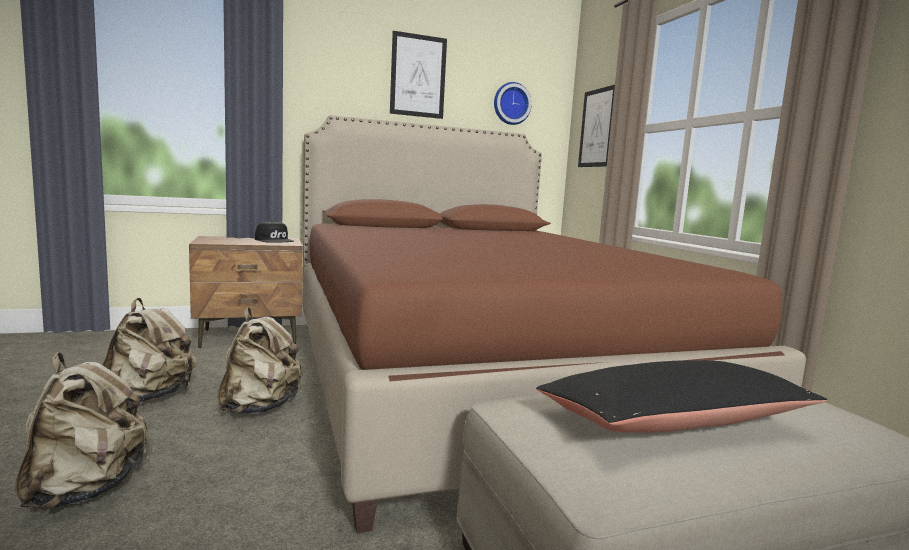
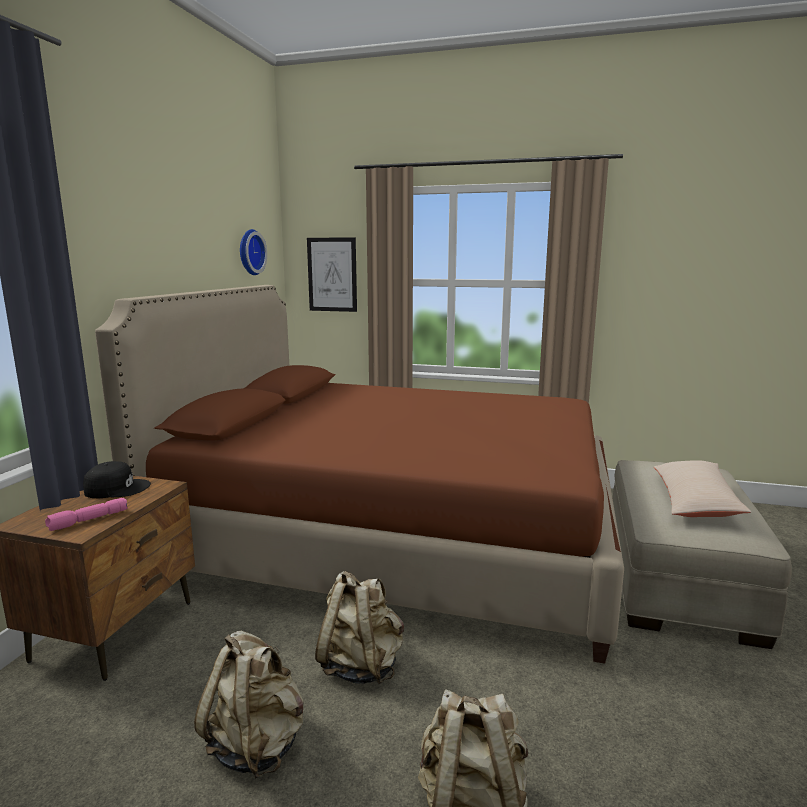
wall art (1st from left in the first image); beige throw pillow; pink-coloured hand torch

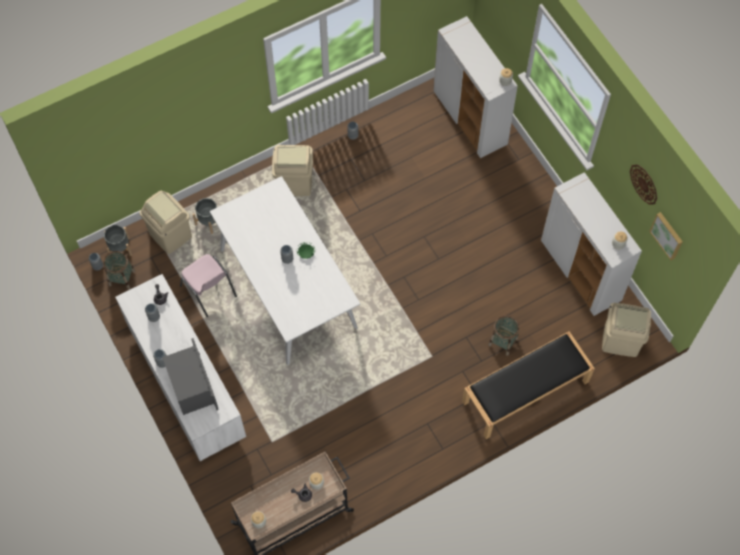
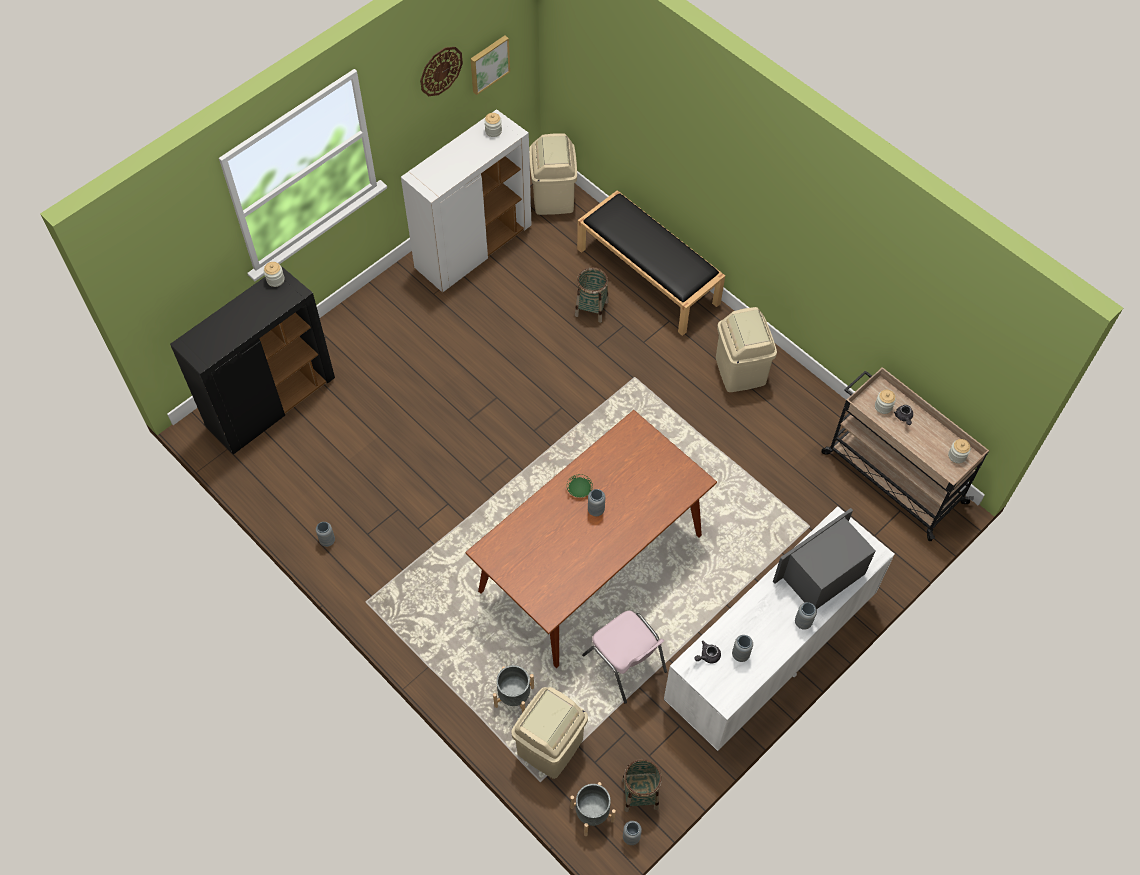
black-coloured cupboard; beige trash can (3rd from left); brownish kitchen table; pink-coloured upright chair

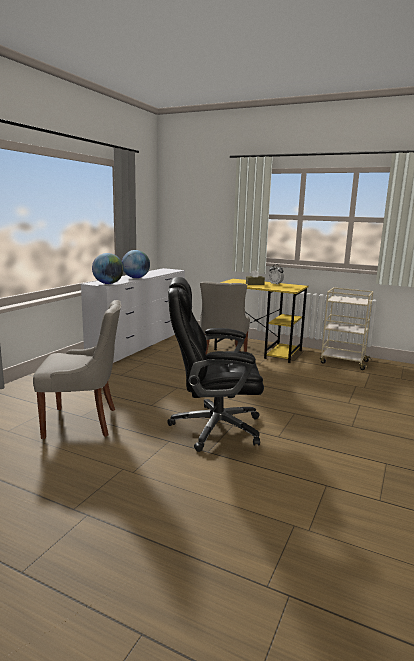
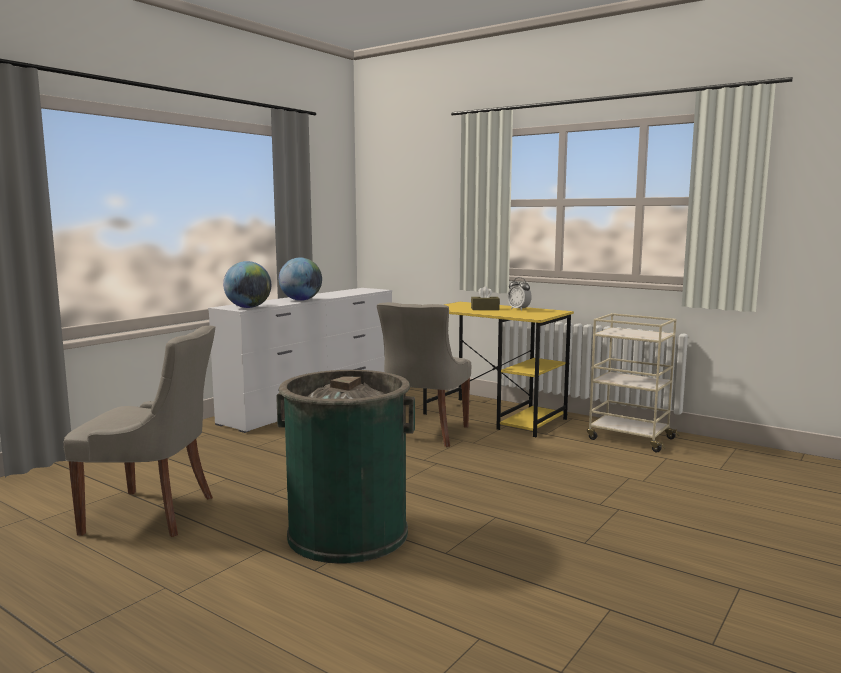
green trash can

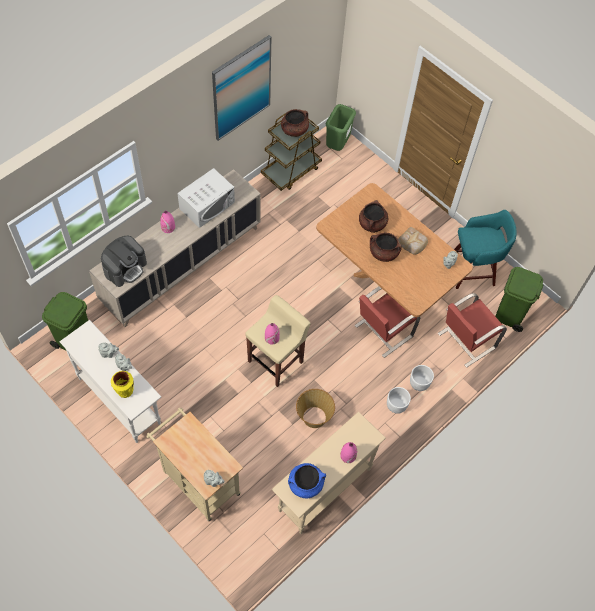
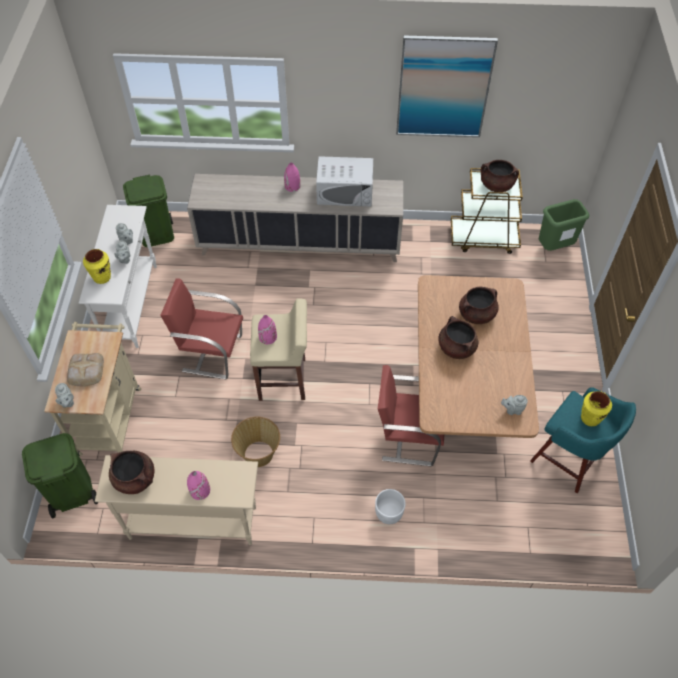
bakery bread; coffee brewer; green trash can (1st from left); red-coloured upright chair (1st from left); white planter (1st from left in the first image); brownish stockpot (1st from left); yellow-coloured decorative vase (2nd from left)

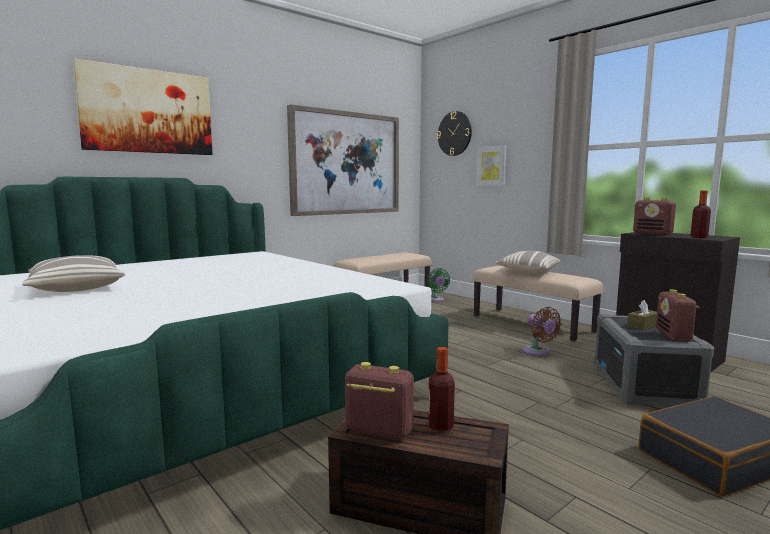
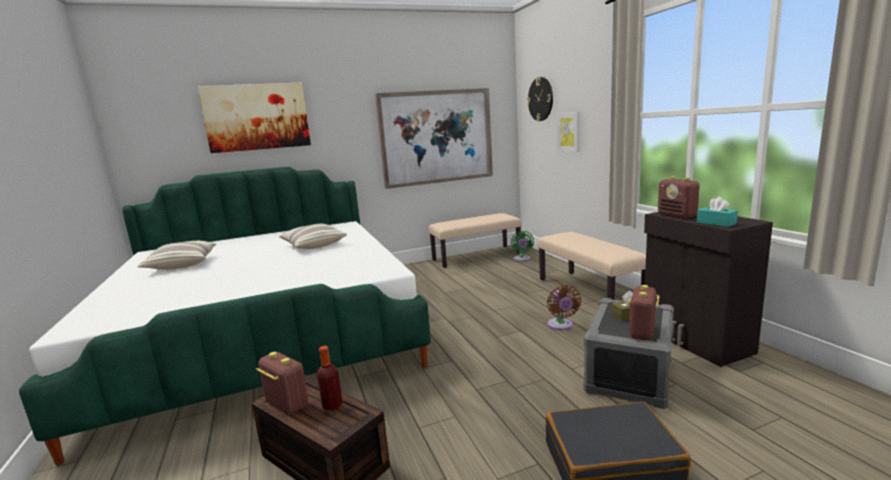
blue-green box of tissues; throw pillow (2nd from left)

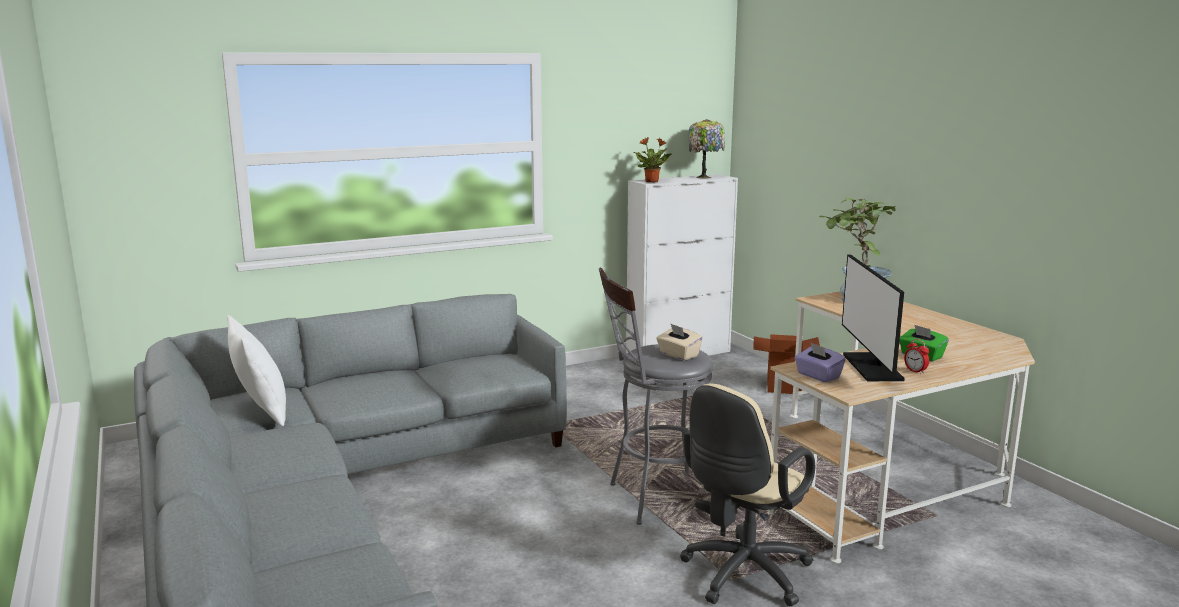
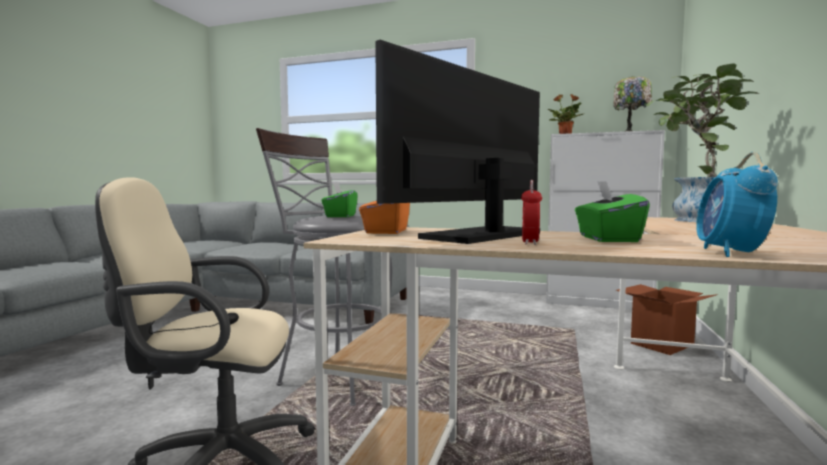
white throw pillow; green box of tissues (1st from left); orangey box of tissues; table clock (2nd from left)

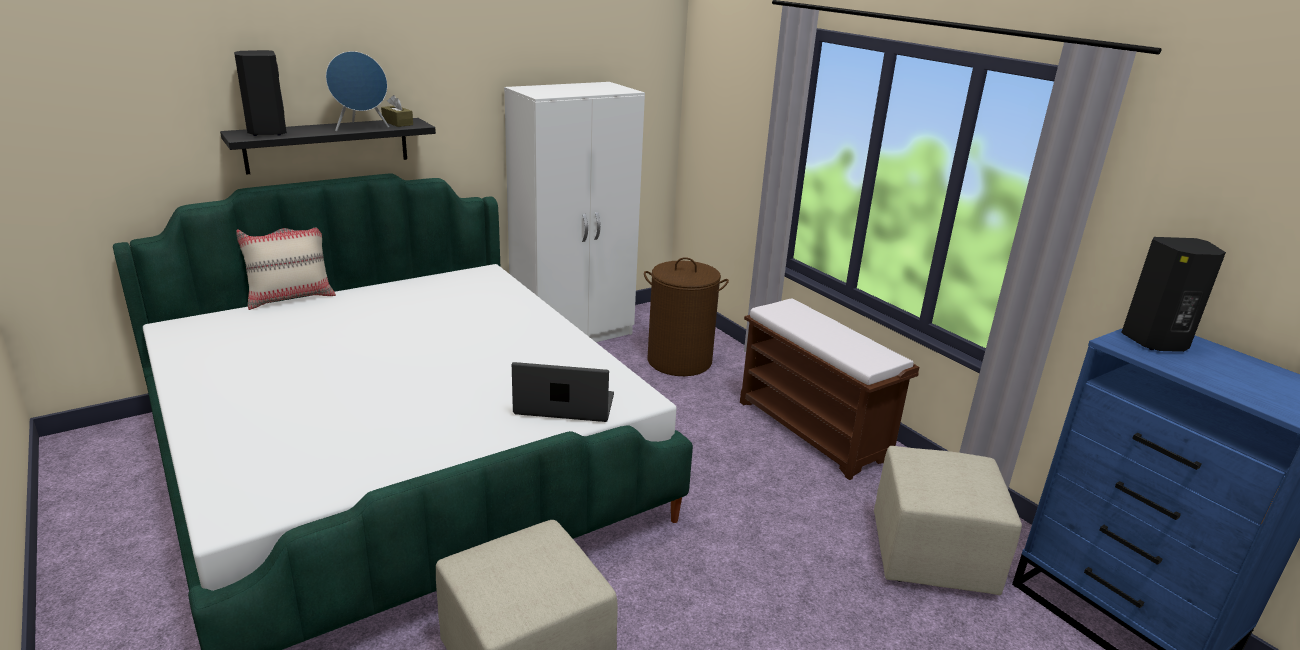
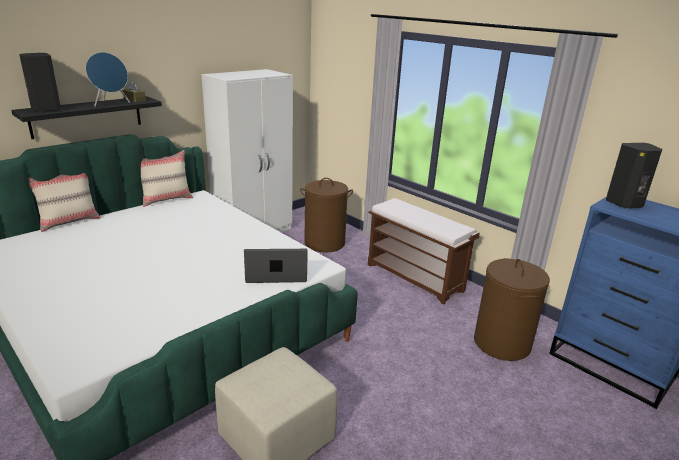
brownish washing basket (2nd from left); beige throw pillow (2nd from left)

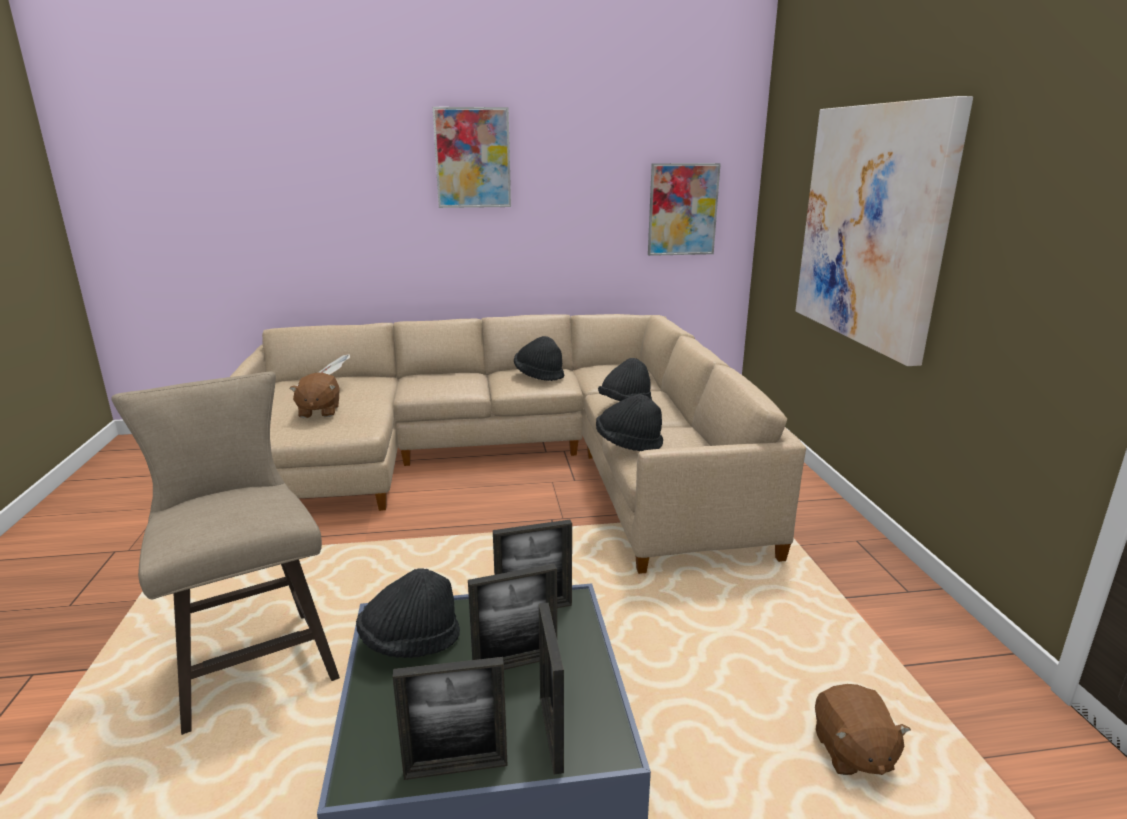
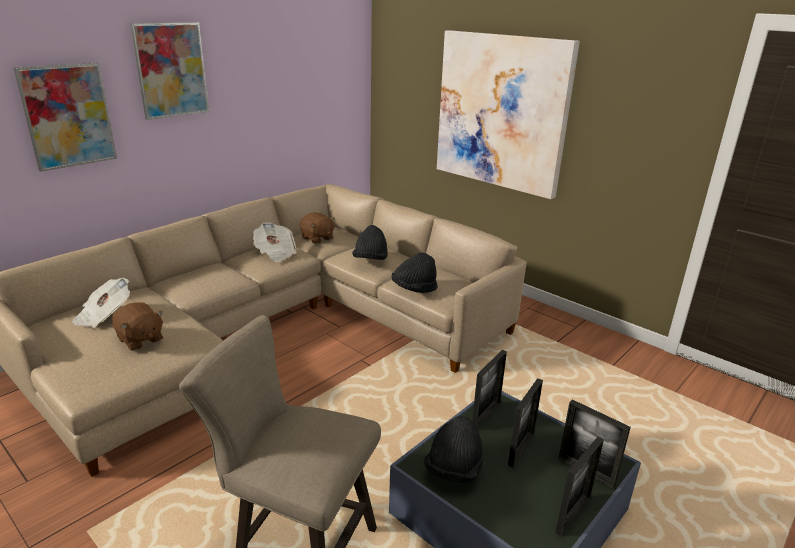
wall art (1st from left); newspaper (2nd from left); brownish plush toy (2nd from left)

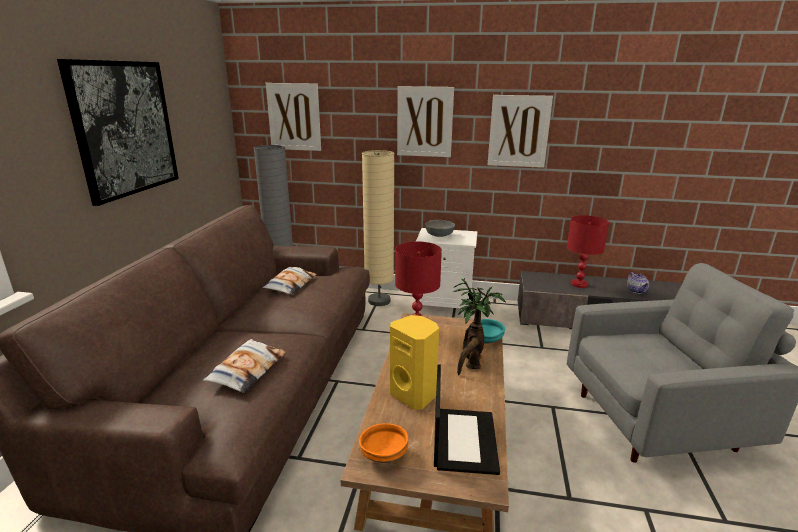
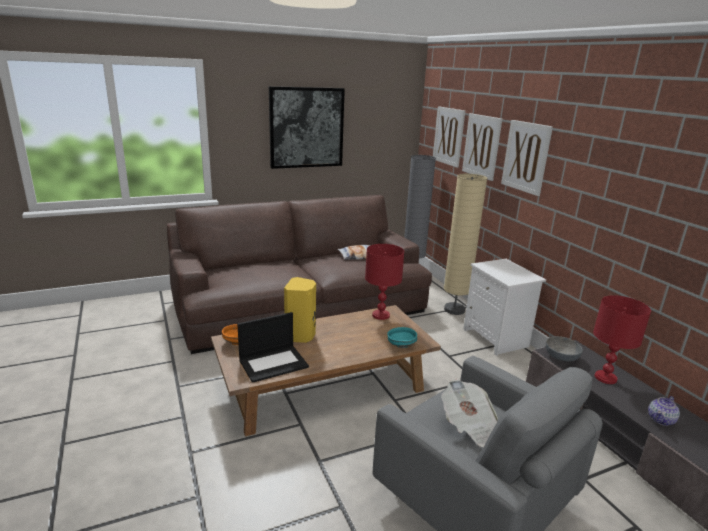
wall art (3rd from left); greyish serving bowl; potted plant; throw pillow (1st from left in the first image); newspaper

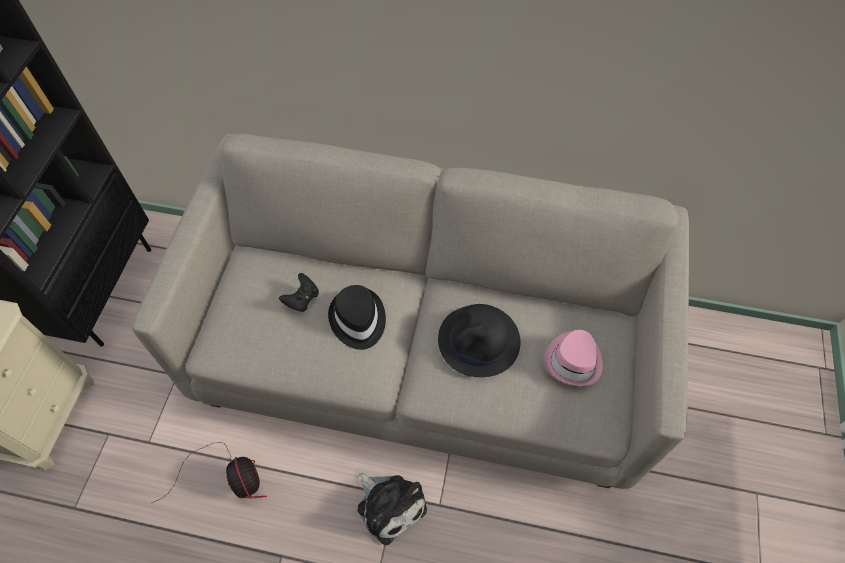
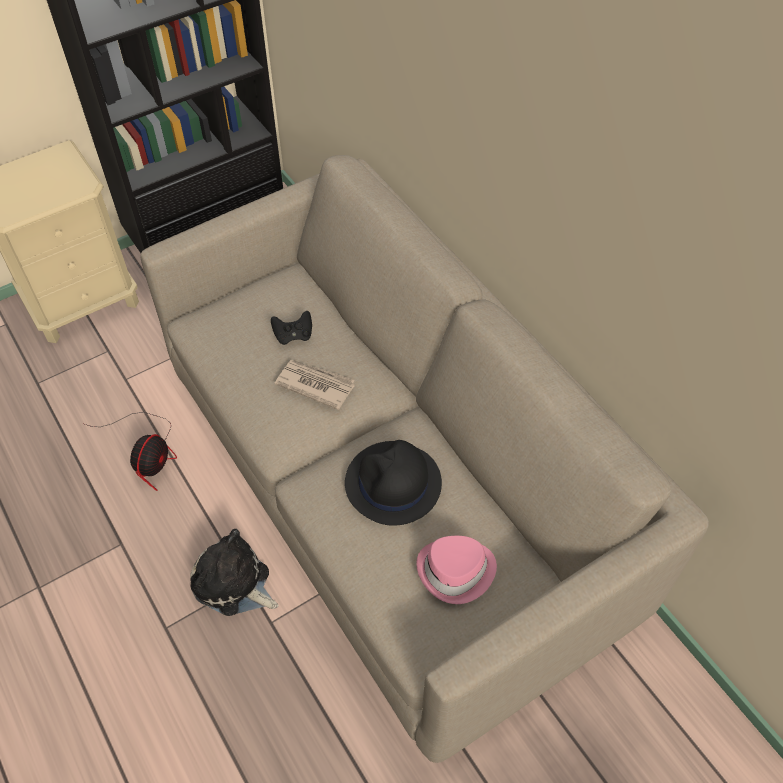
newspaper; plush toy

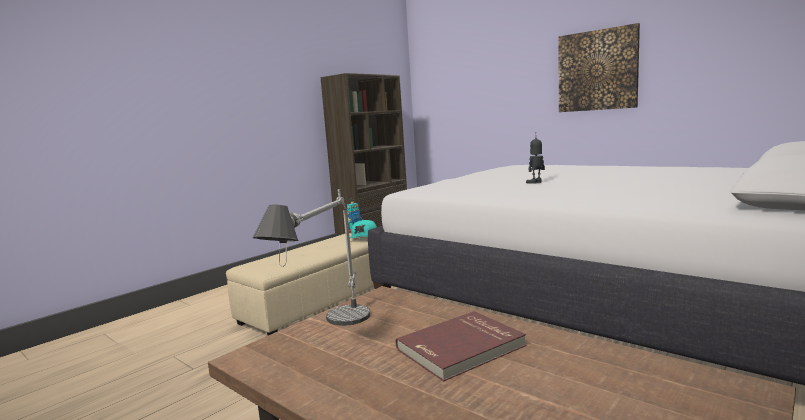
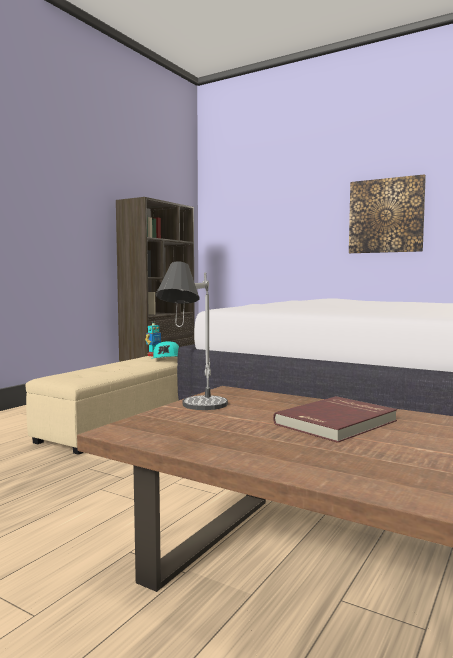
toy robot (2nd from left in the first image)

